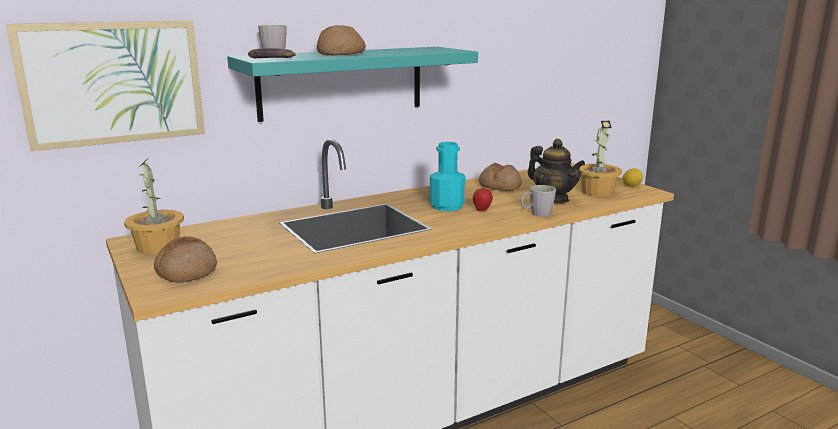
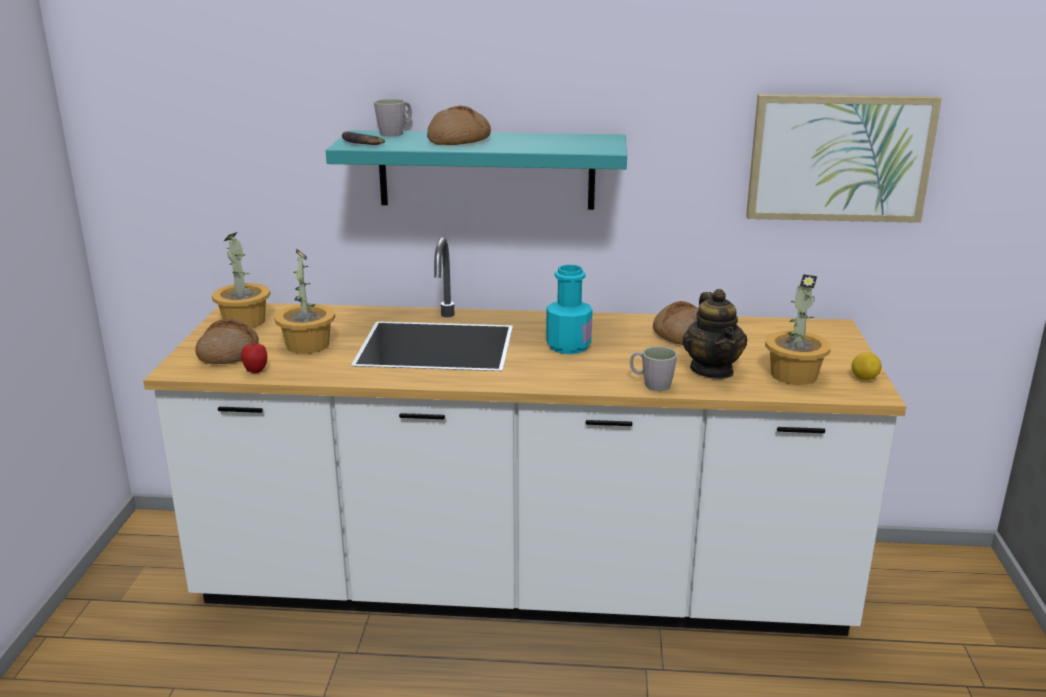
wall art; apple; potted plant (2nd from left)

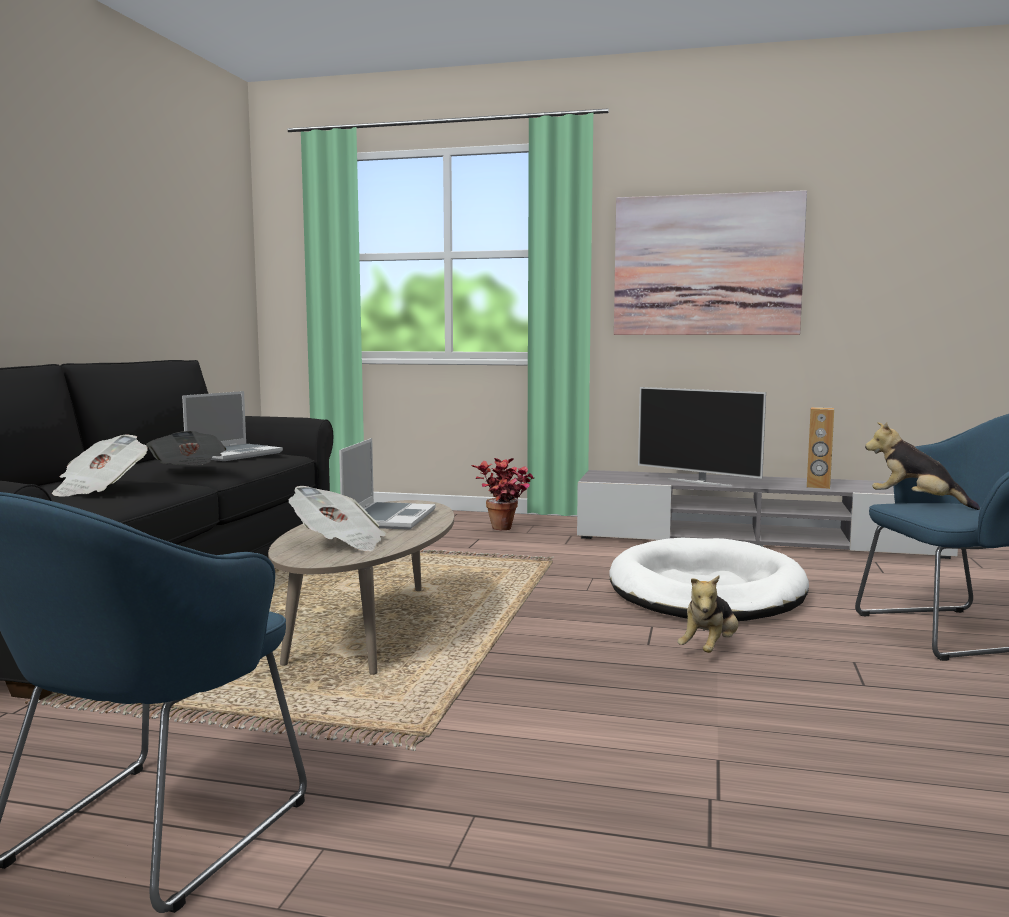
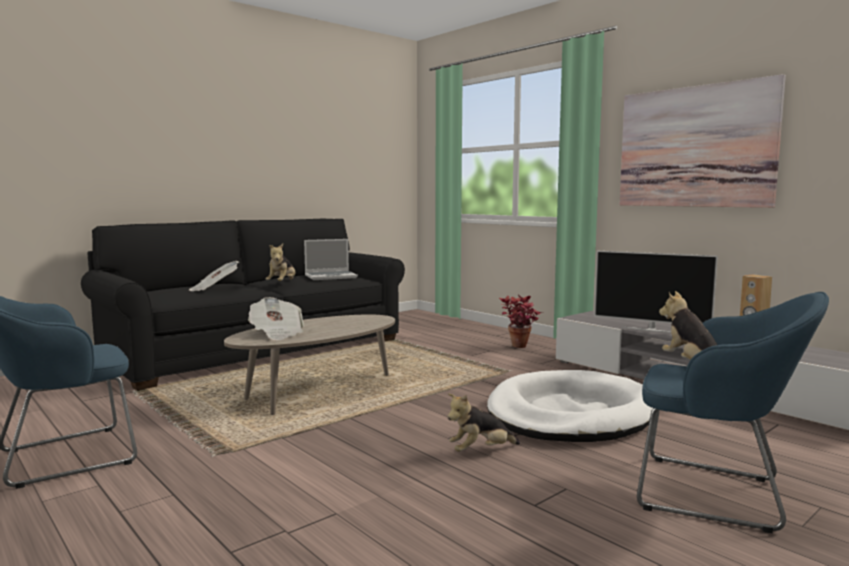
television; plush toy (1st from left); portable computer (2nd from left in the first image)

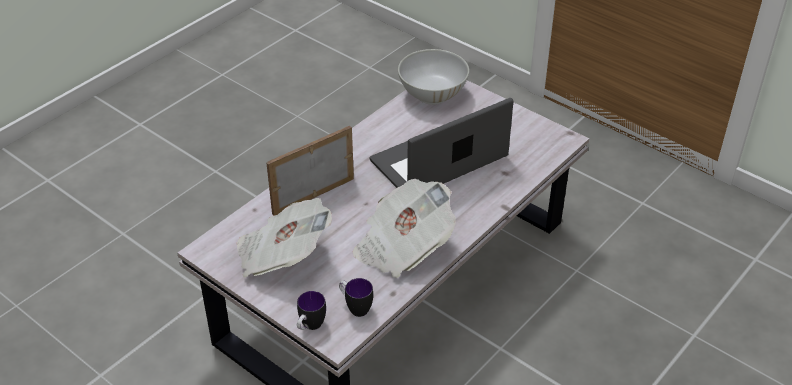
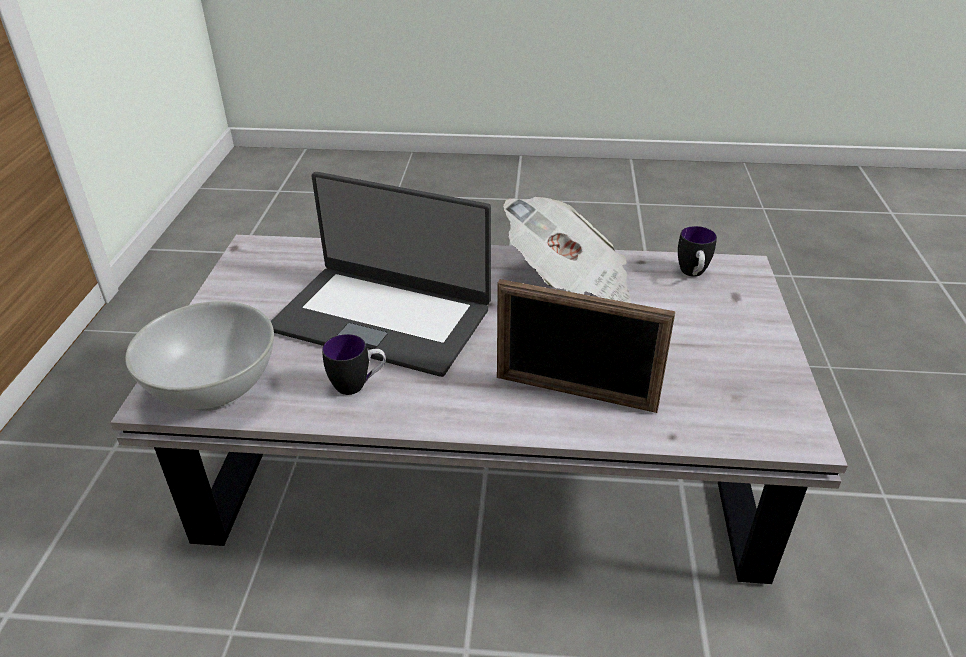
newspaper (1st from left in the first image); mug (1st from left)

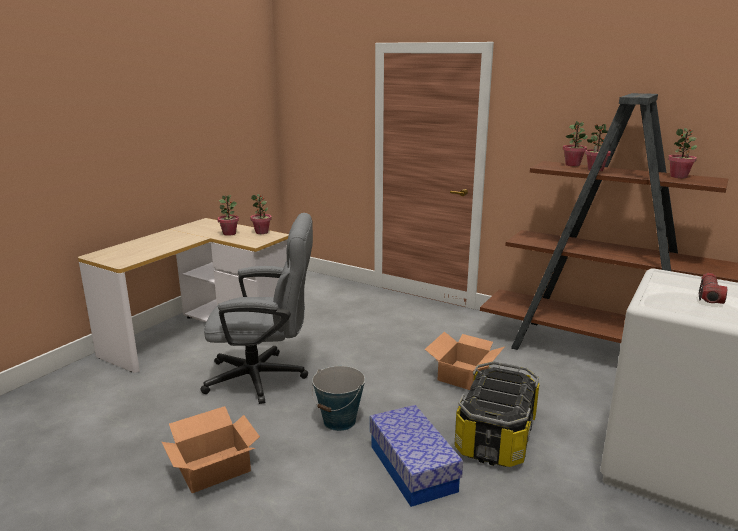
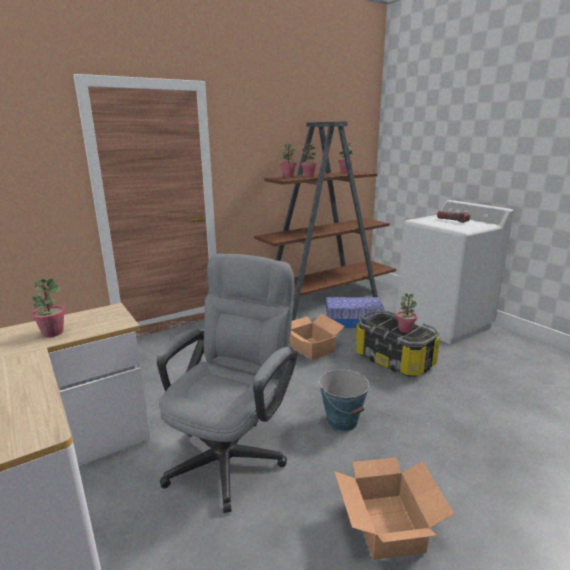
potted plant (5th from left); storage container (1st from left)

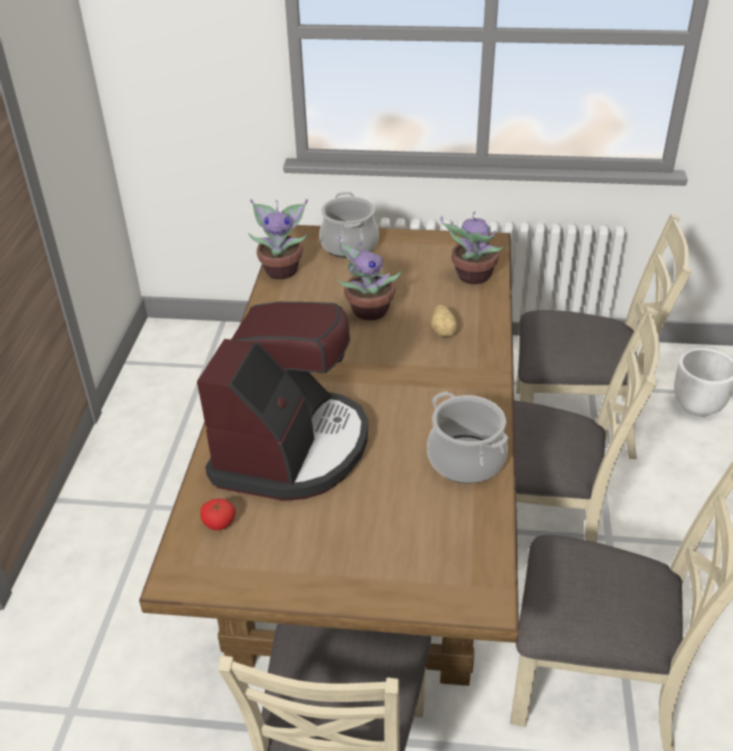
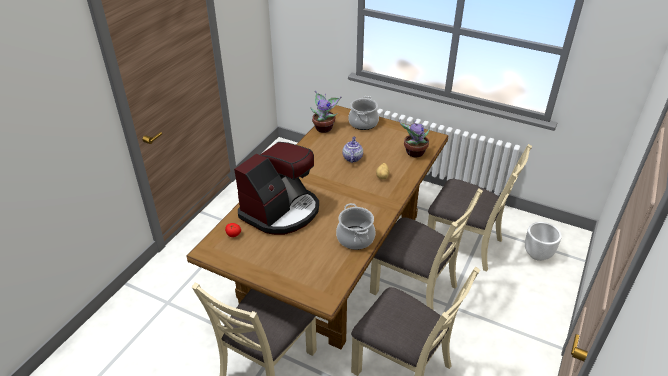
pot for tea

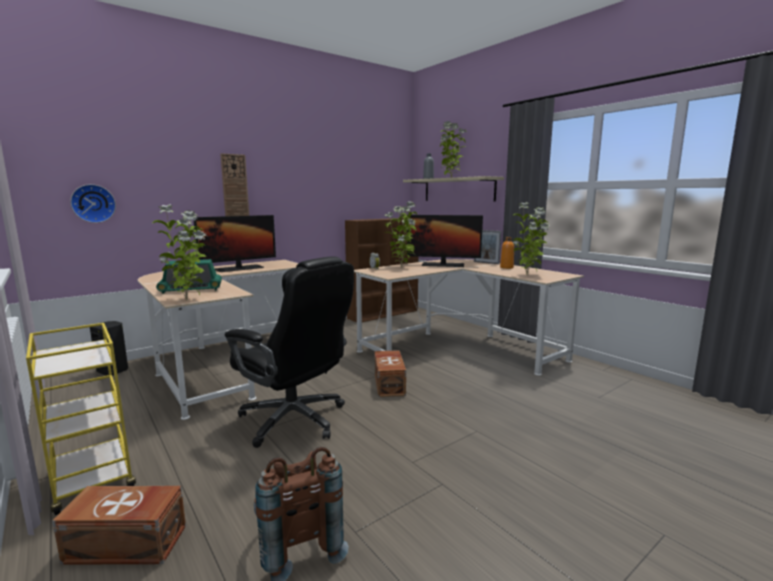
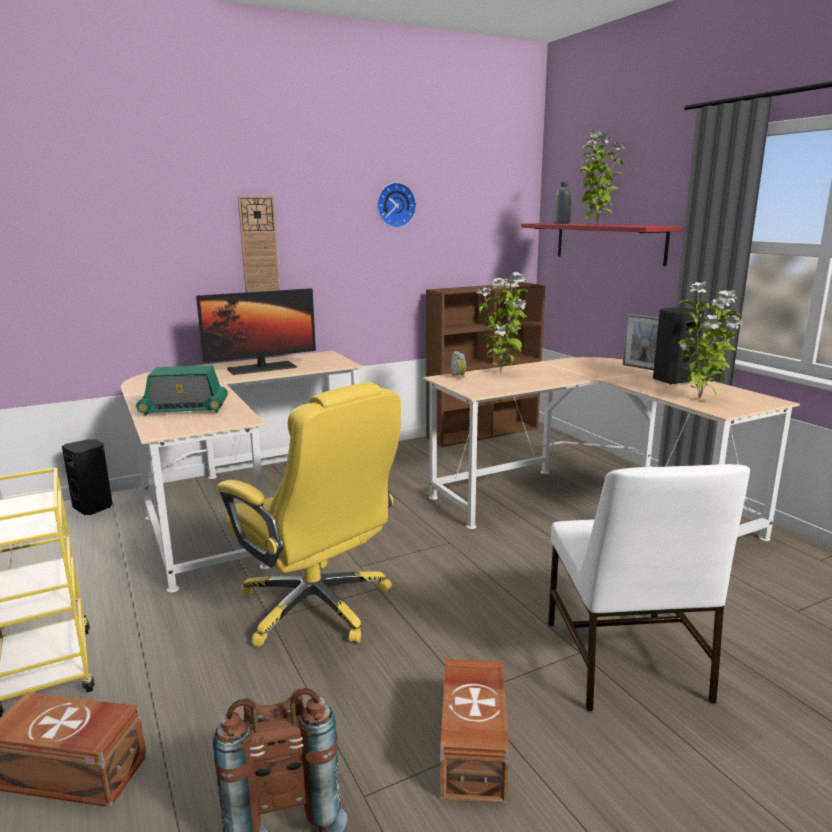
red-coloured shelf; clock on the wall (2nd from left); potted plant (1st from left in the first image); computer display (2nd from left in the first image); black-coloured speaker (2nd from left); yellow-coloured office chair; brownish storage container (2nd from left); white upright chair

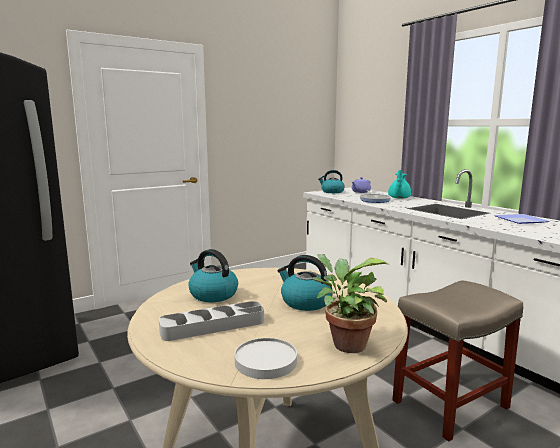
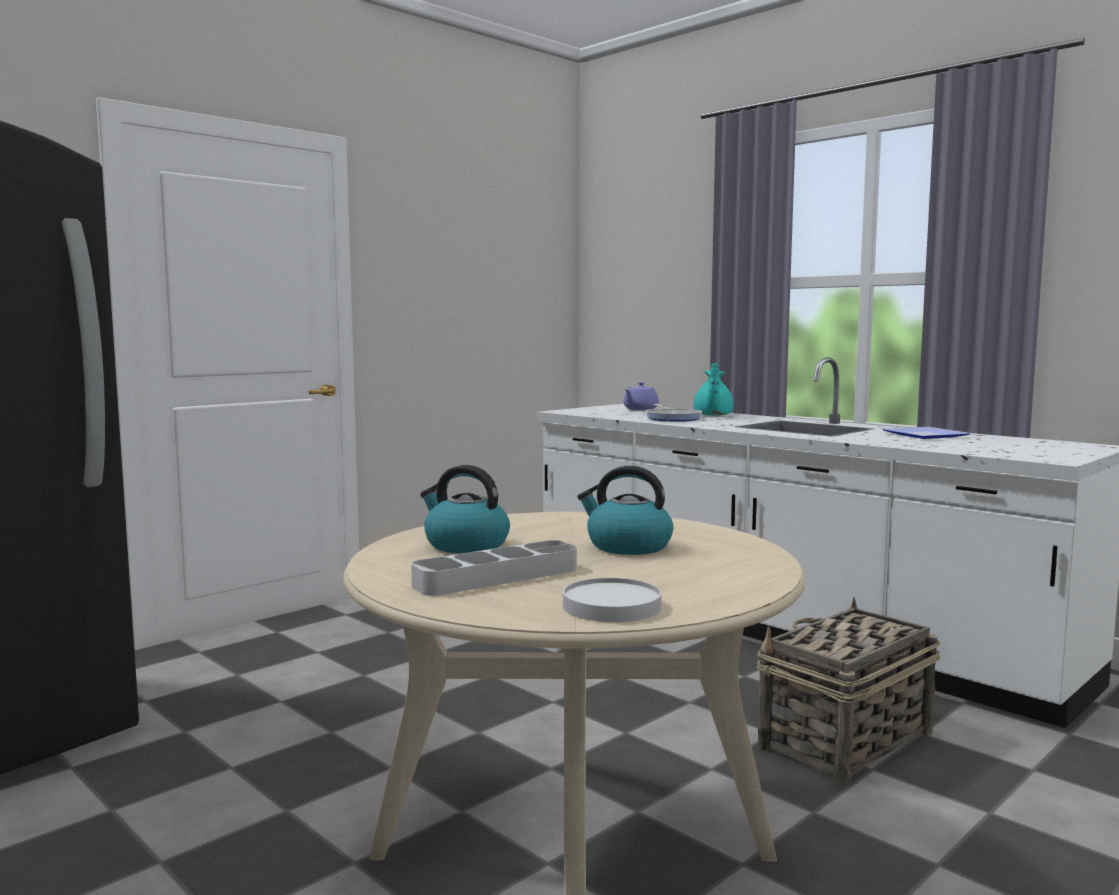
tea kettle (3rd from left in the first image); potted plant; storage basket

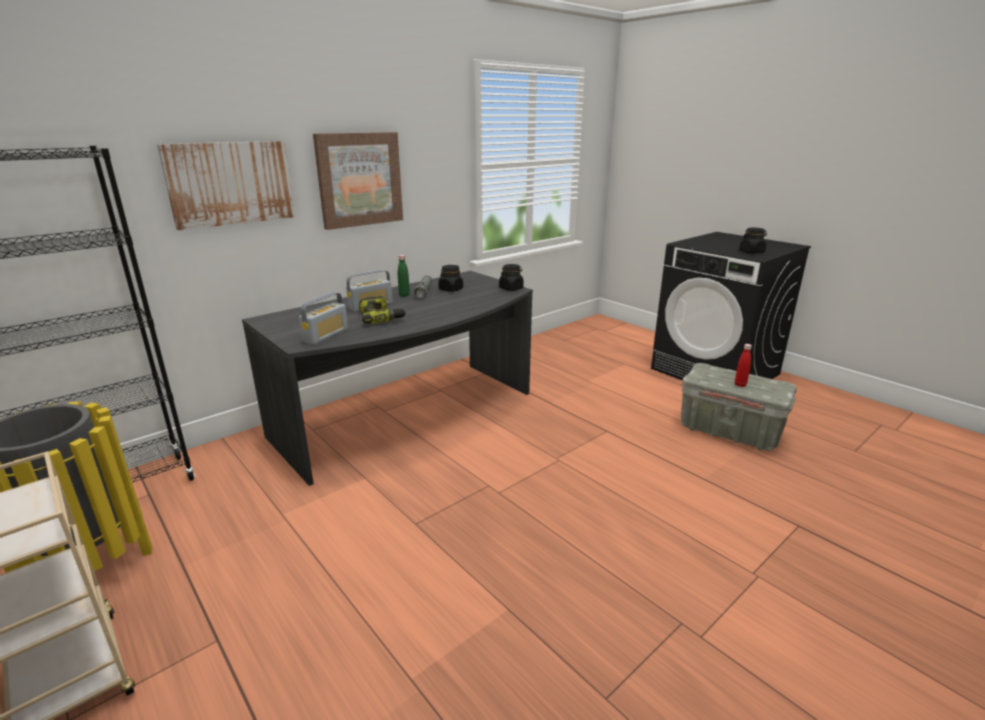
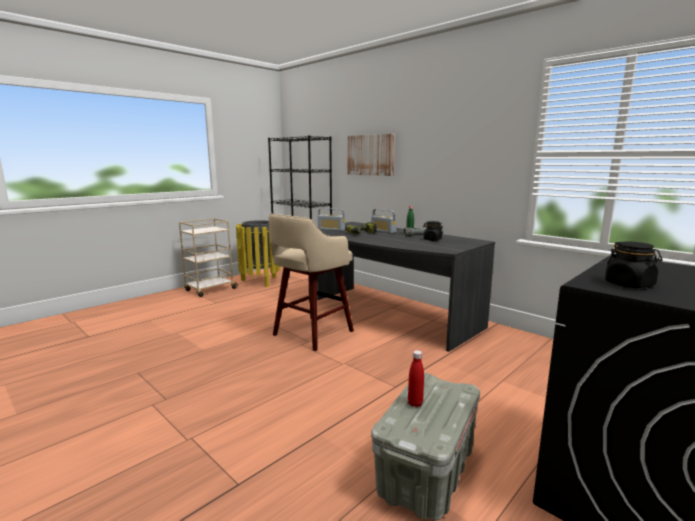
wall art (2nd from left in the first image); black-coloured preserve jar (2nd from left in the first image); beige stool

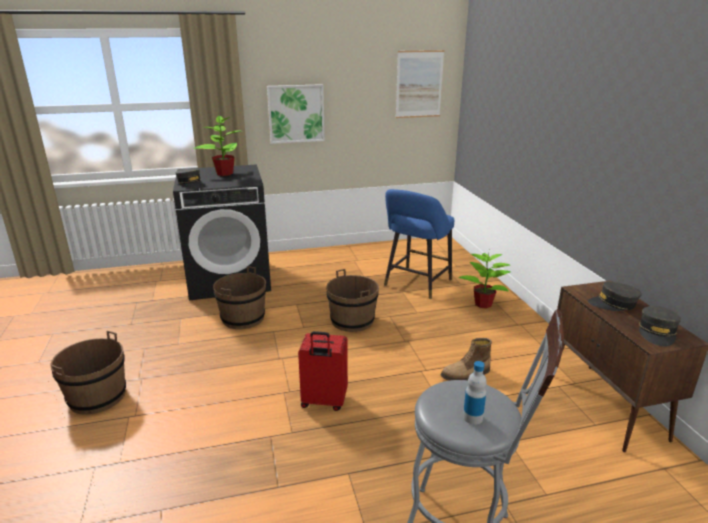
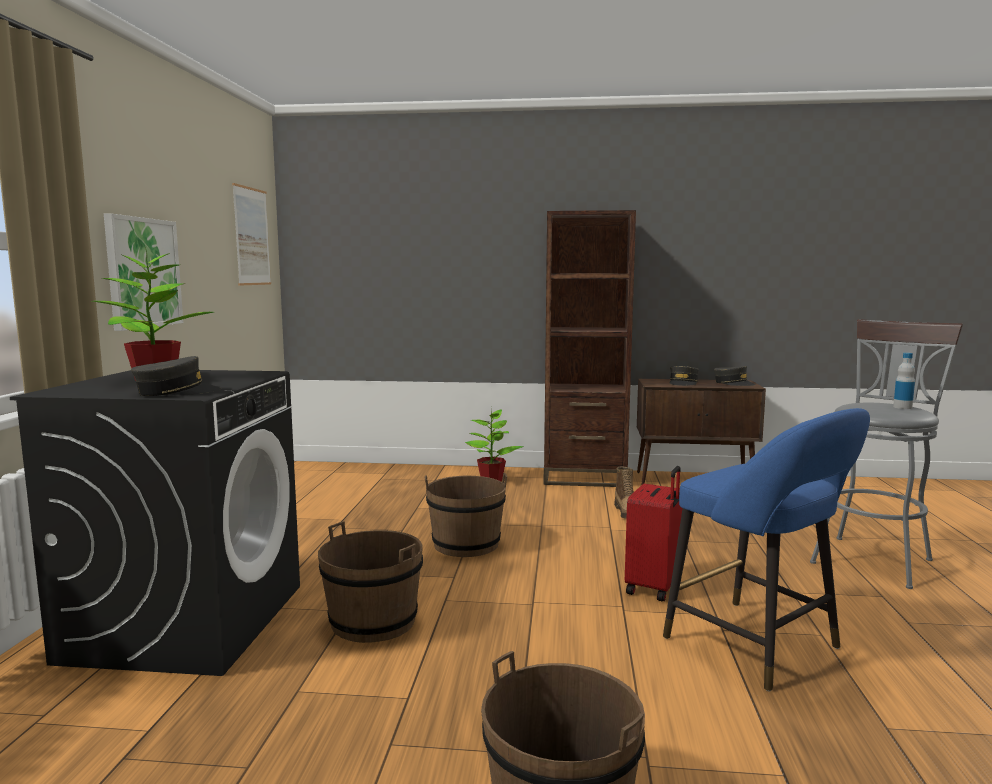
blue stool; brownish bookcase

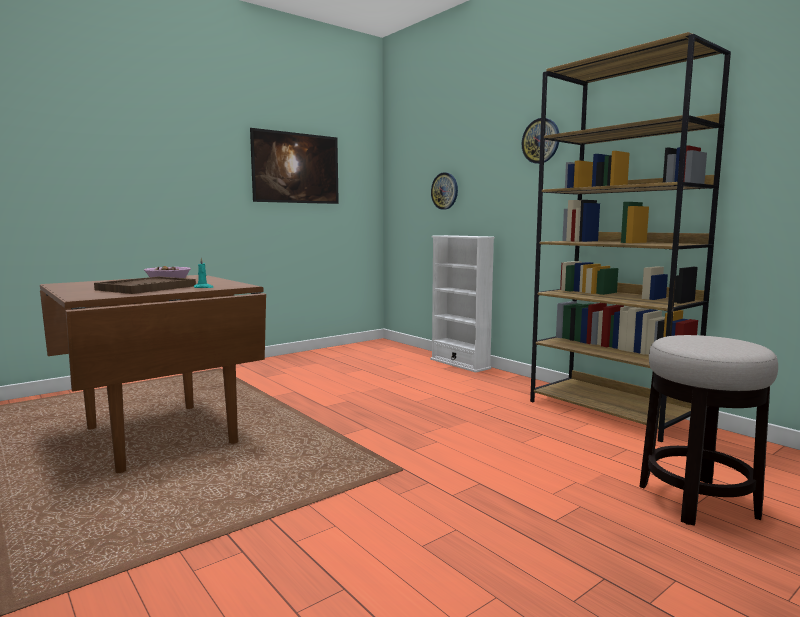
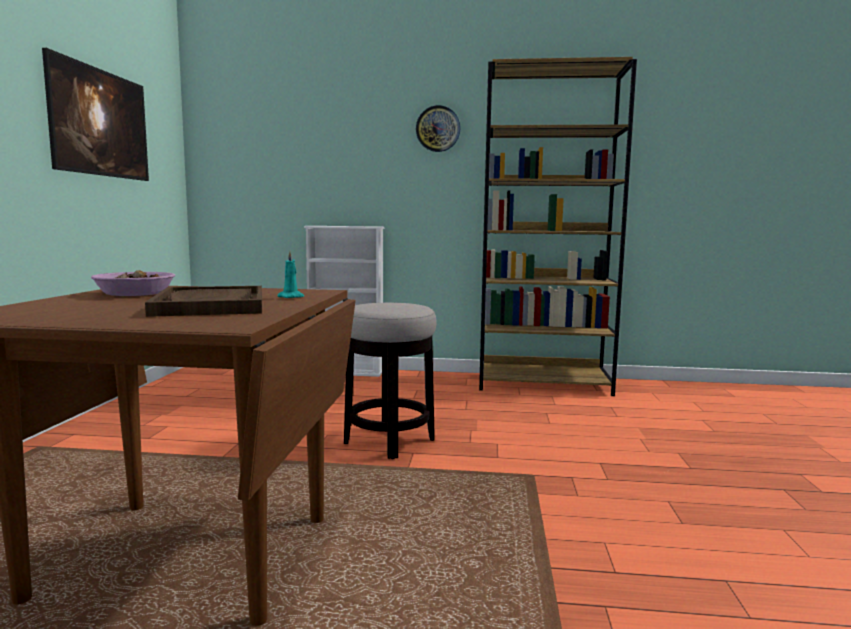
clock on the wall (1st from left in the first image); stool

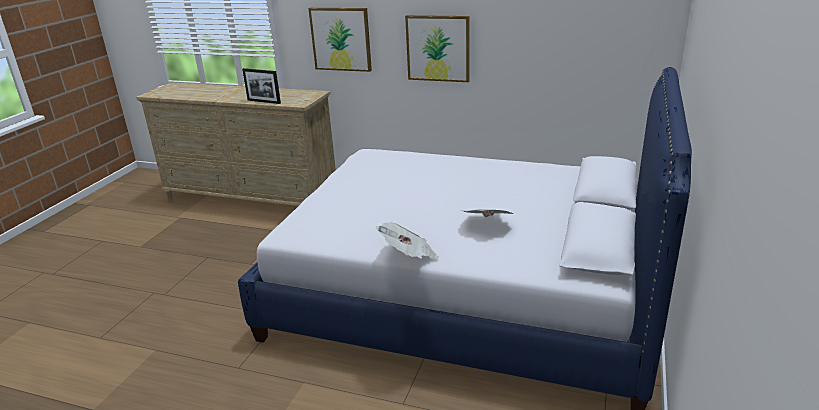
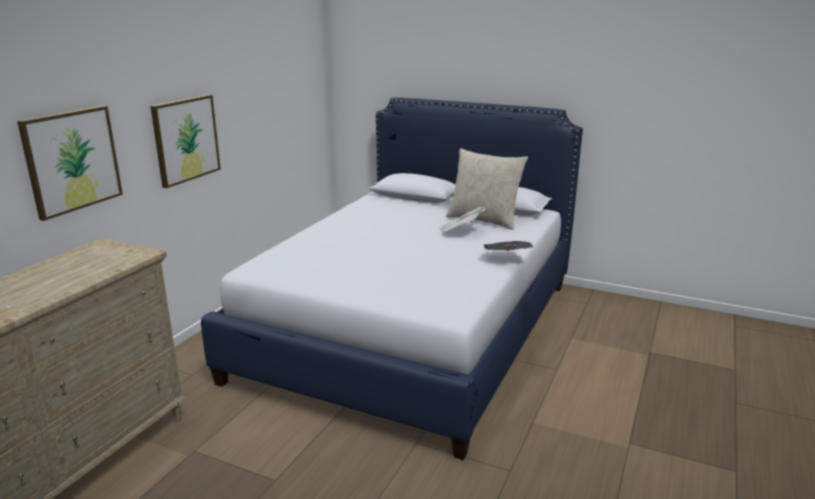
picture frame; beige throw pillow

